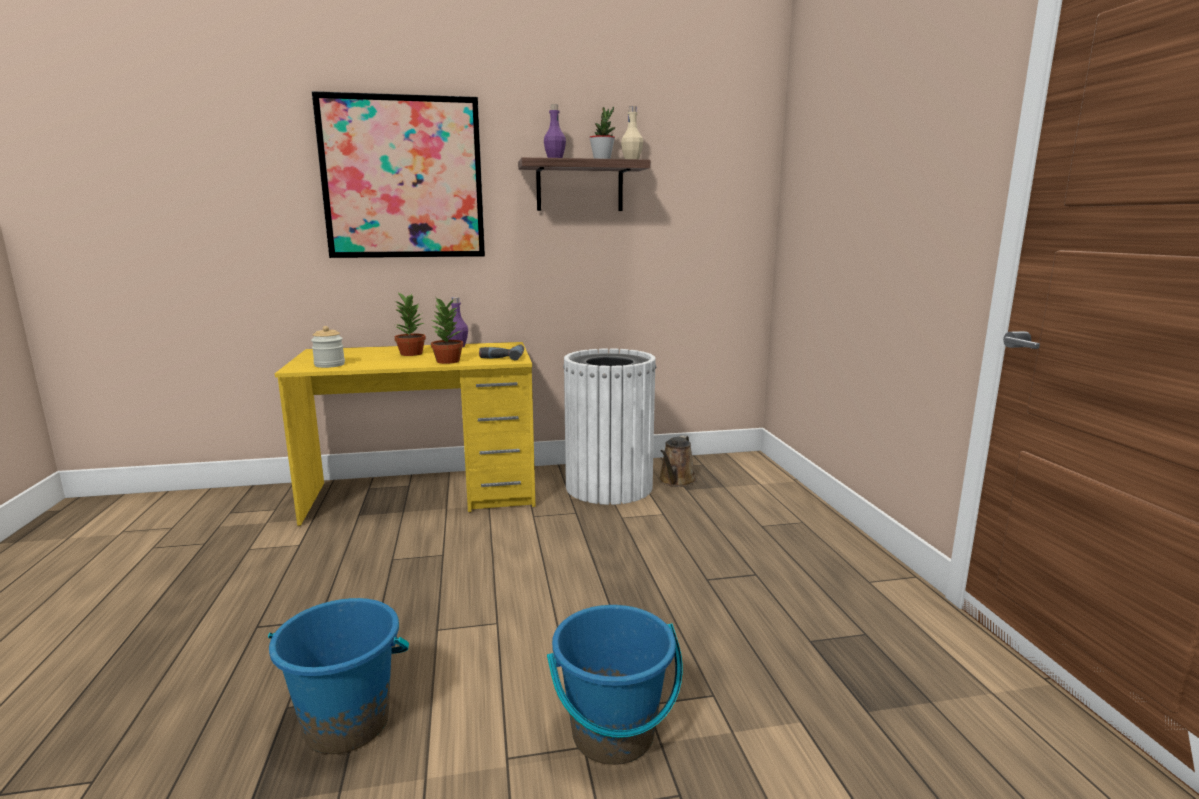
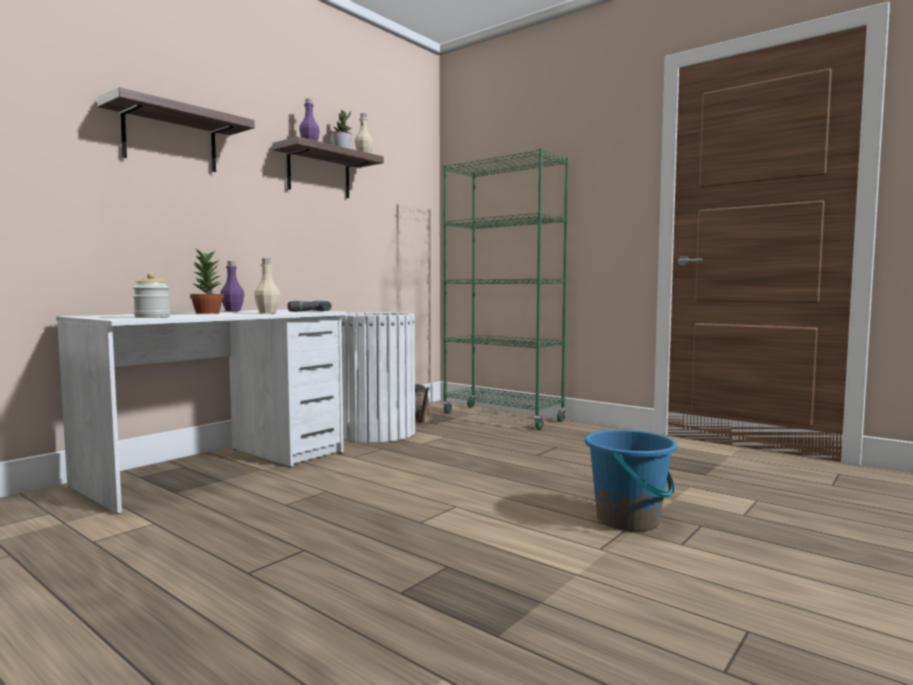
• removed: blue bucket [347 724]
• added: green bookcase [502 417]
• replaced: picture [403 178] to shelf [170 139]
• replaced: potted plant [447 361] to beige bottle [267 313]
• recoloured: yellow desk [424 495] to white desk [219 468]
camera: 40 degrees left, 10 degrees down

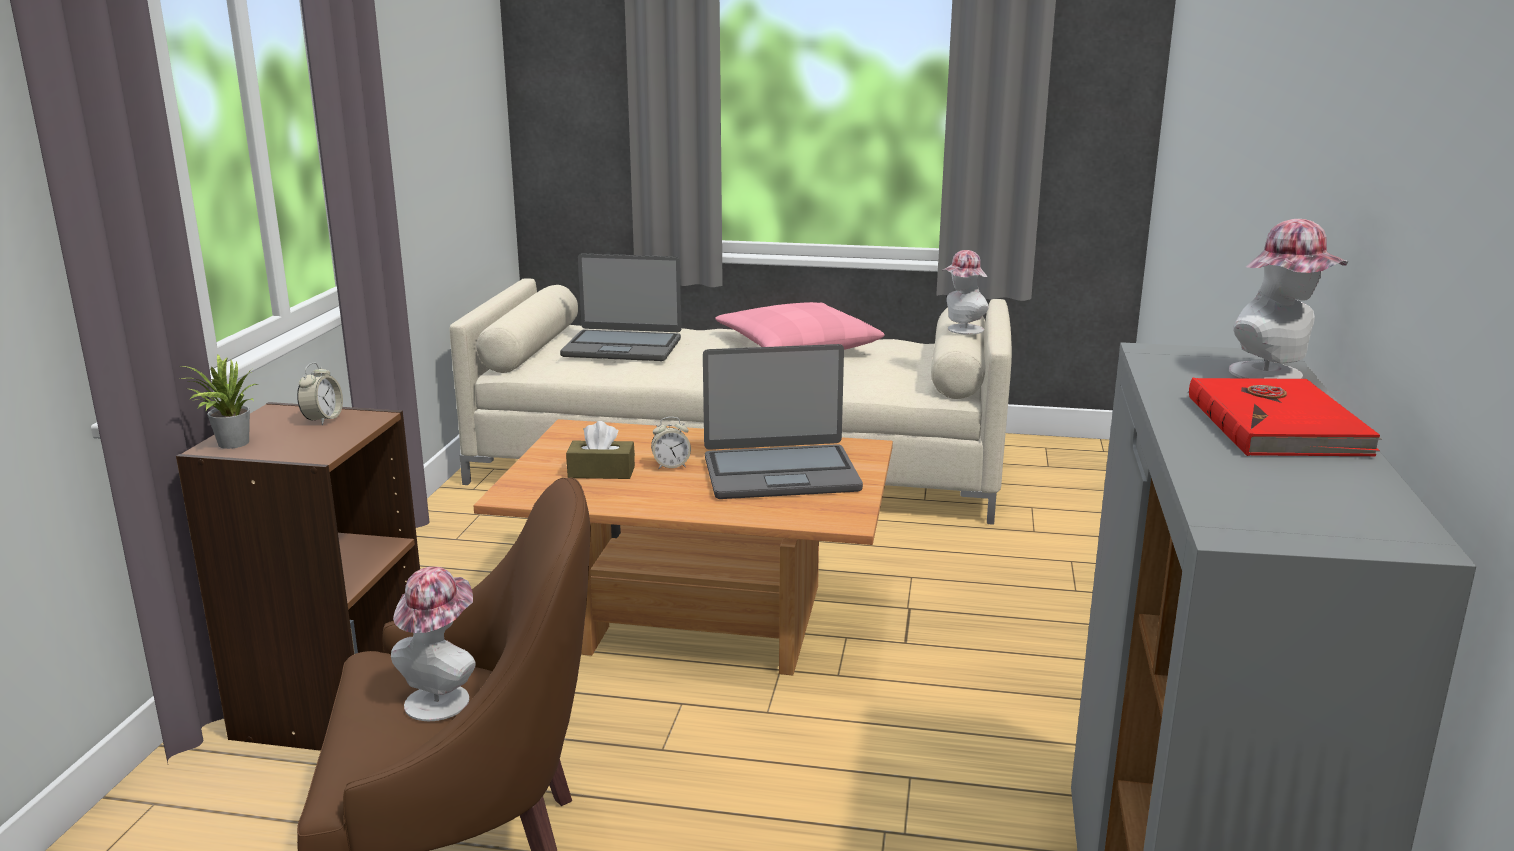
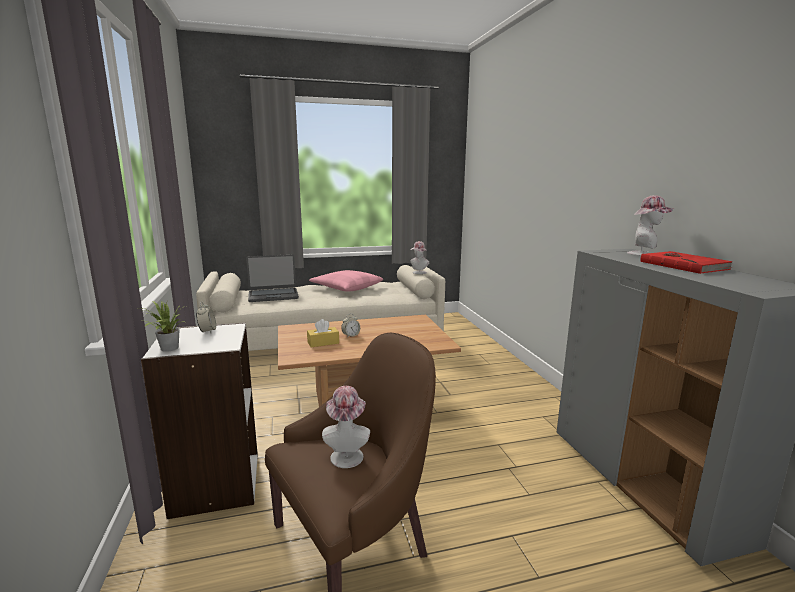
• removed: laptop [780 473]
• recoloured: brown bookcase [332 704] to white bookcase [215 484]
• recoloured: brown tissue box [601 472] to yellow tissue box [323 342]
camera: 25 degrees left, 5 degrees down

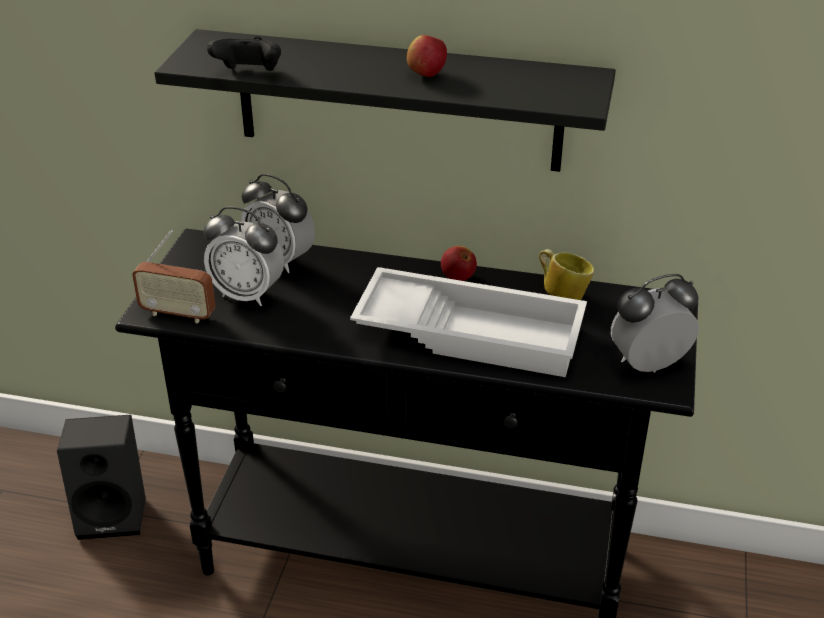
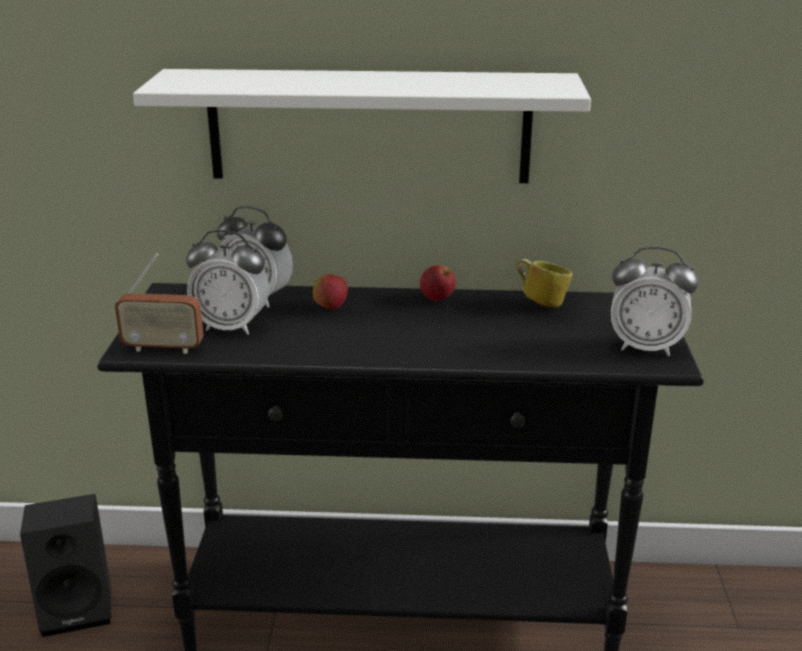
• removed: black game controller [249 74]
• removed: white tray [471 331]
• moved: apple [426 74] to [330 307]
• recoloured: black shelf [398 101] to white shelf [369 126]
• turned: alarm clock [648 364] = [645 347] 135 degrees counterclockwise
camera: 10 degrees left, 10 degrees down

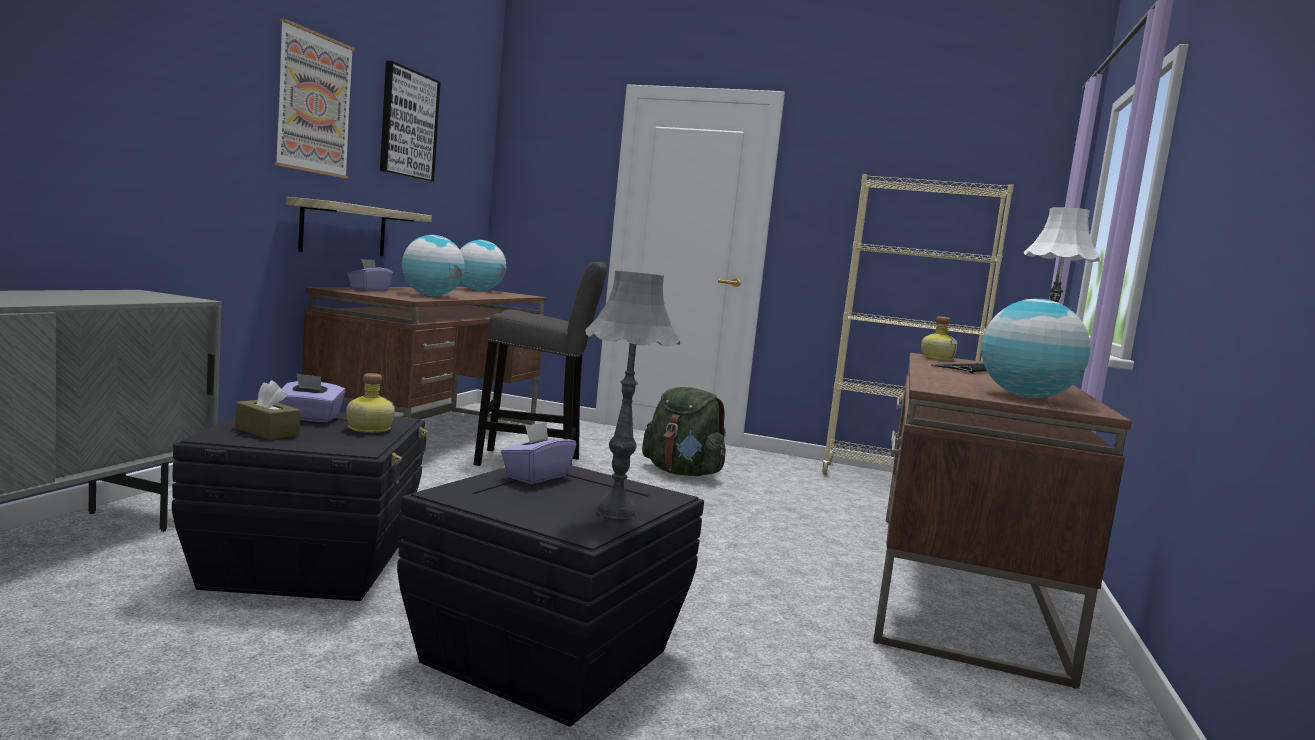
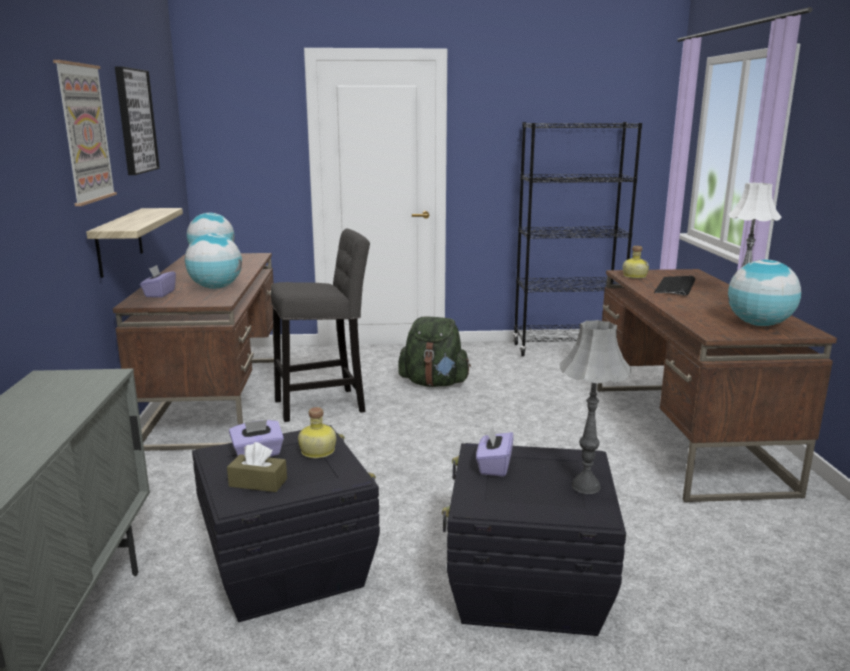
• recoloured: beige bookcase [891 480] to black bookcase [566 349]
camera: 20 degrees left, 10 degrees up

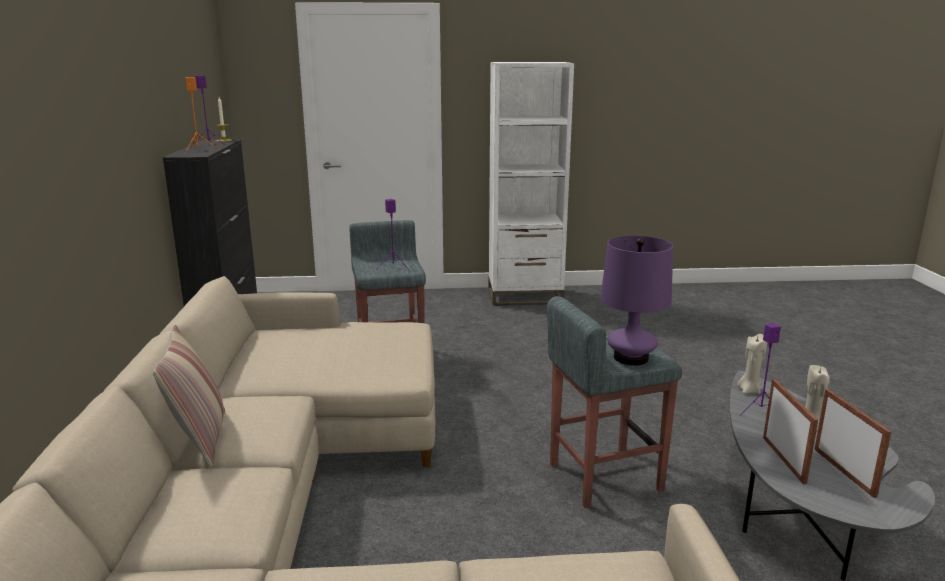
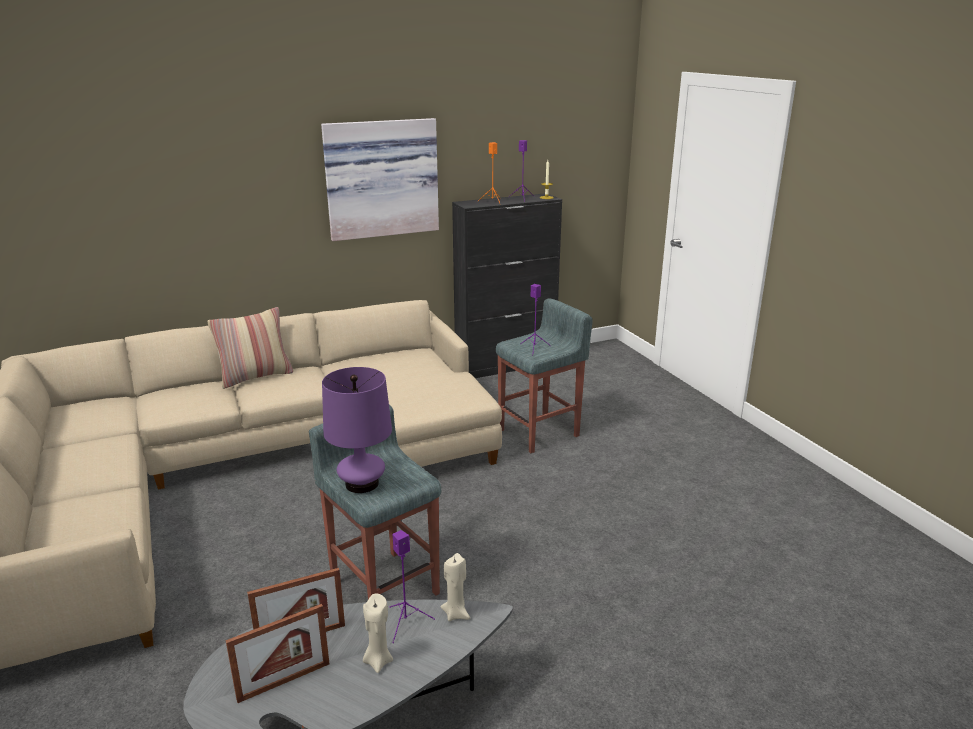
• removed: white bookcase [525 296]
• added: picture [381 178]
camera: 70 degrees right, 5 degrees up

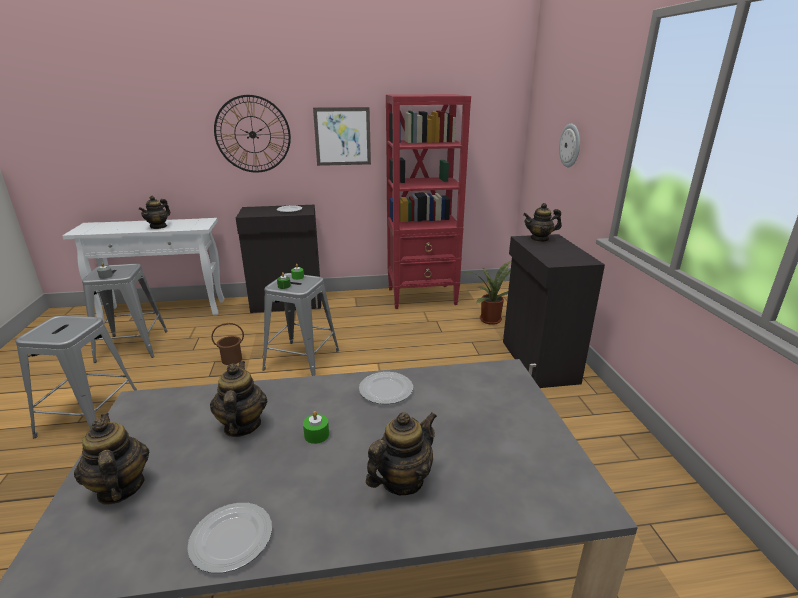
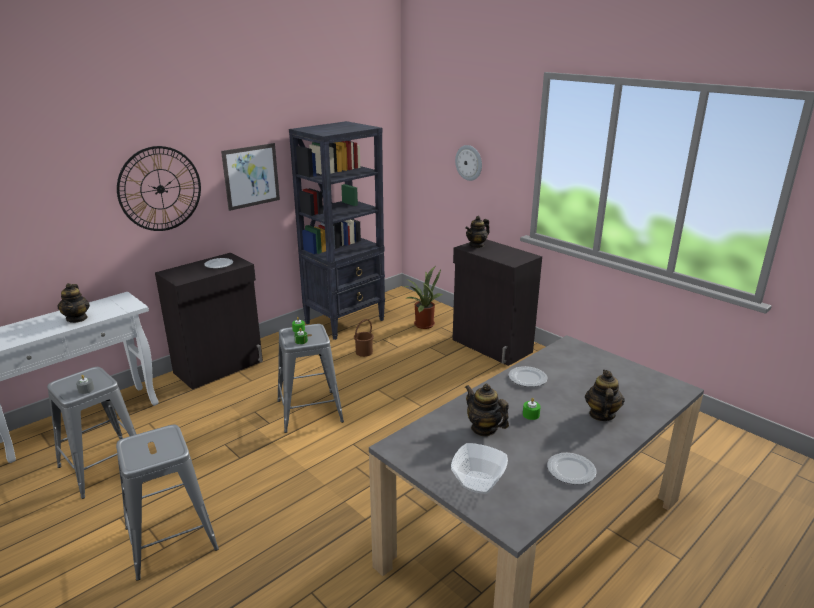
• moved: brown bucket [231 359] to [363 352]
• replaced: teapot [120 488] to bowl [478 483]
• recoloured: red bookcase [422 297] to black bookcase [345 321]
camera: 35 degrees left, 0 degrees up

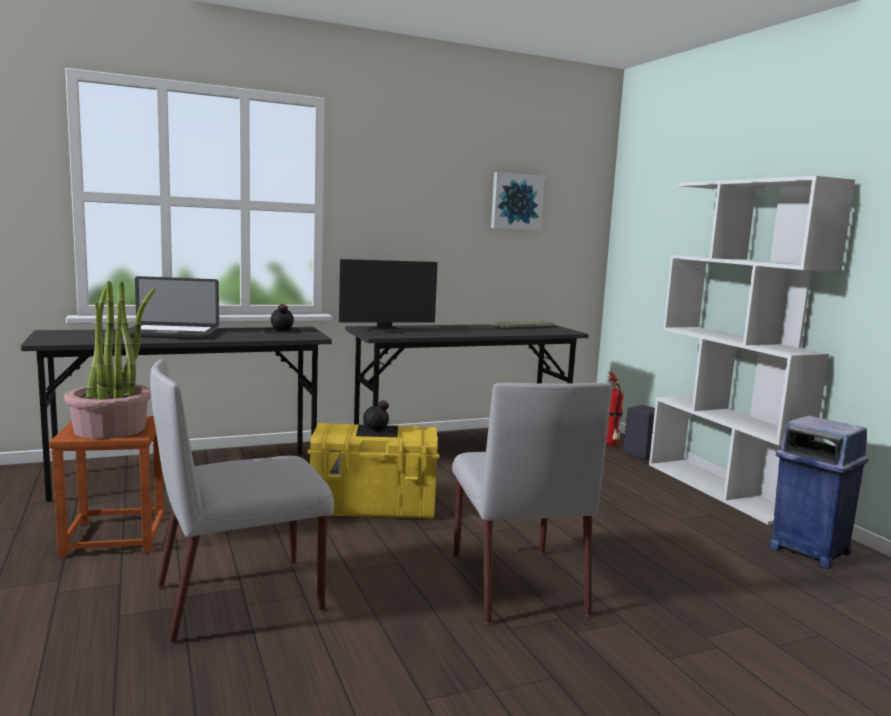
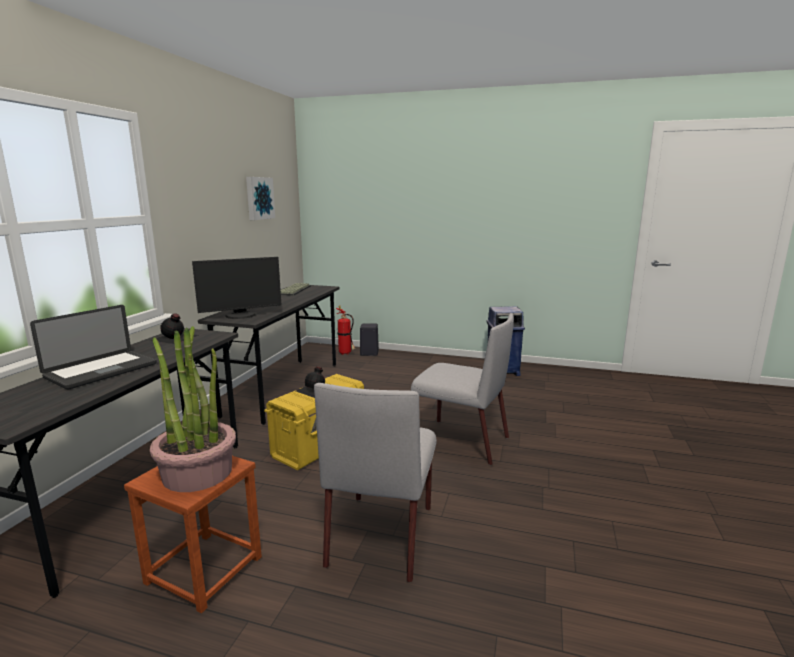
• removed: white bookcase [721 489]
• turned: monitor [386 331] = [241 315] 45 degrees clockwise
camera: 50 degrees left, 5 degrees up

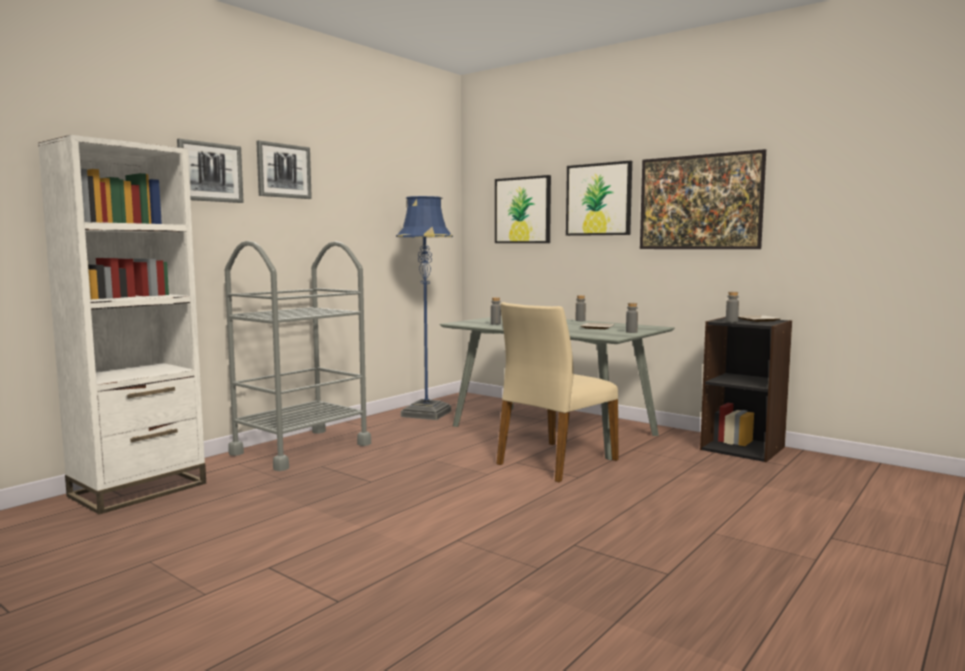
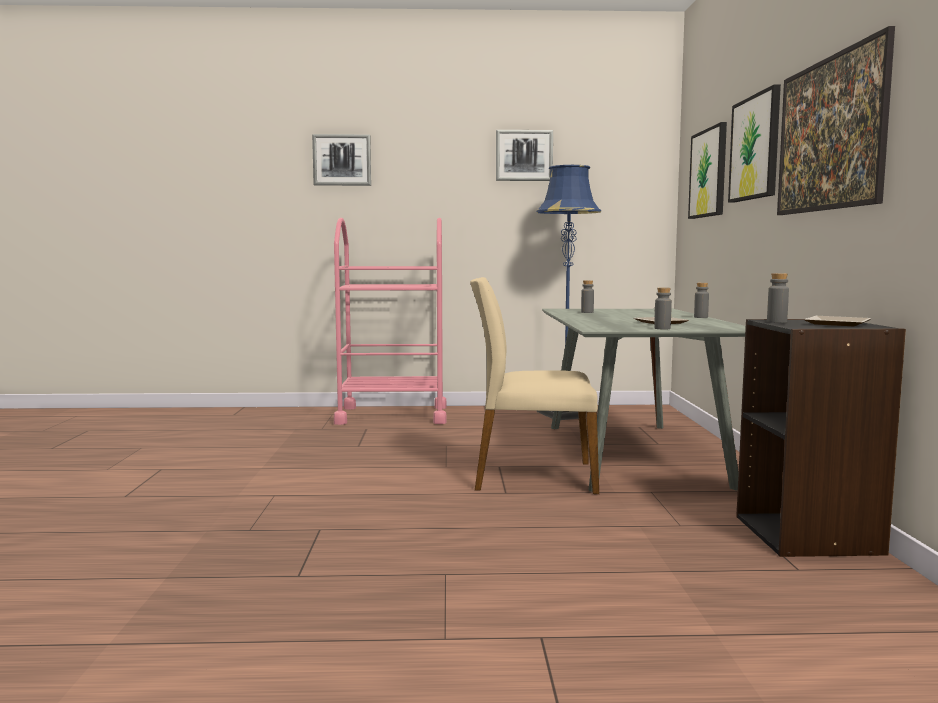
• removed: white bookcase [138 490]
• moved: picture [283 171] to [524 155]
• recoloured: grey cart [301 449] to pink cart [392 415]
camera: 50 degrees right, 0 degrees up

